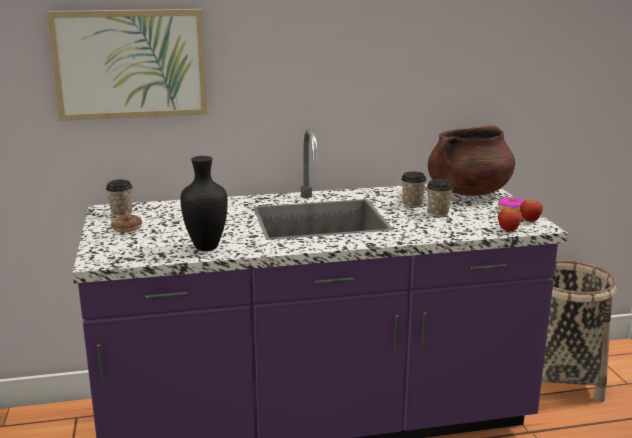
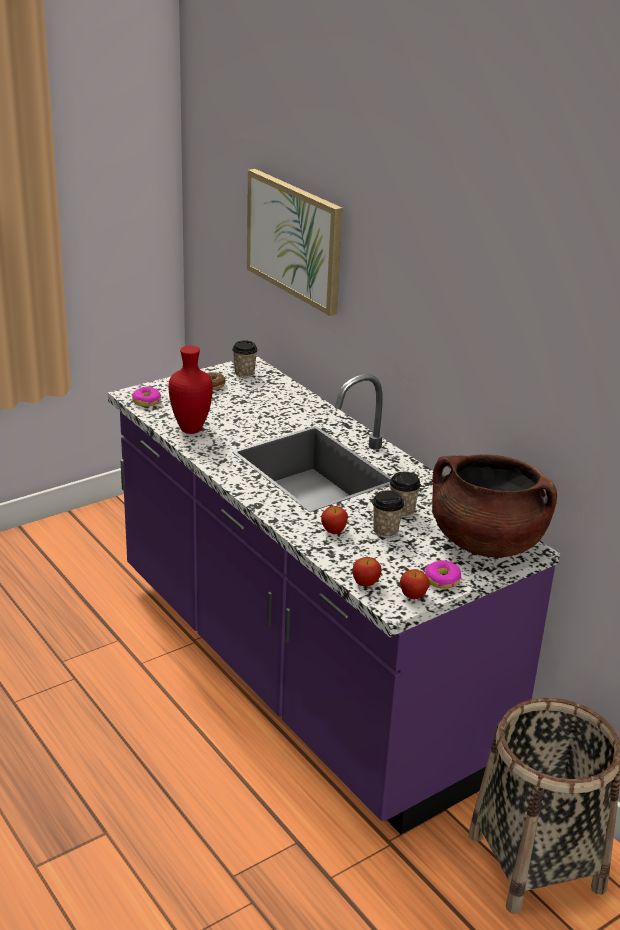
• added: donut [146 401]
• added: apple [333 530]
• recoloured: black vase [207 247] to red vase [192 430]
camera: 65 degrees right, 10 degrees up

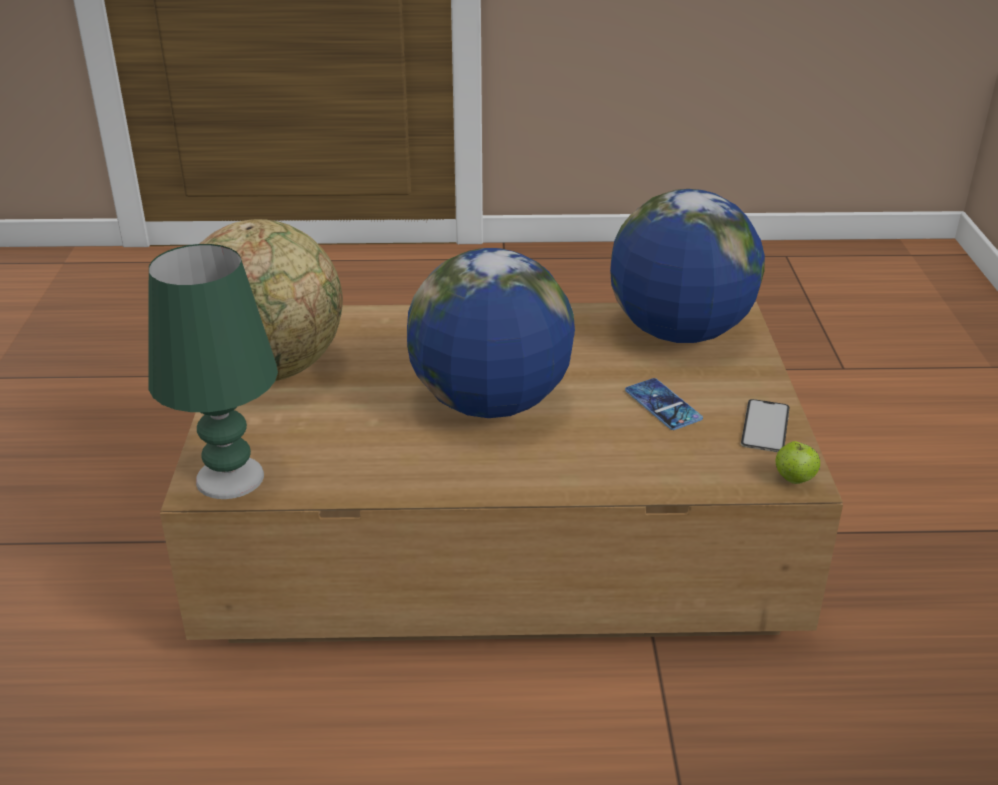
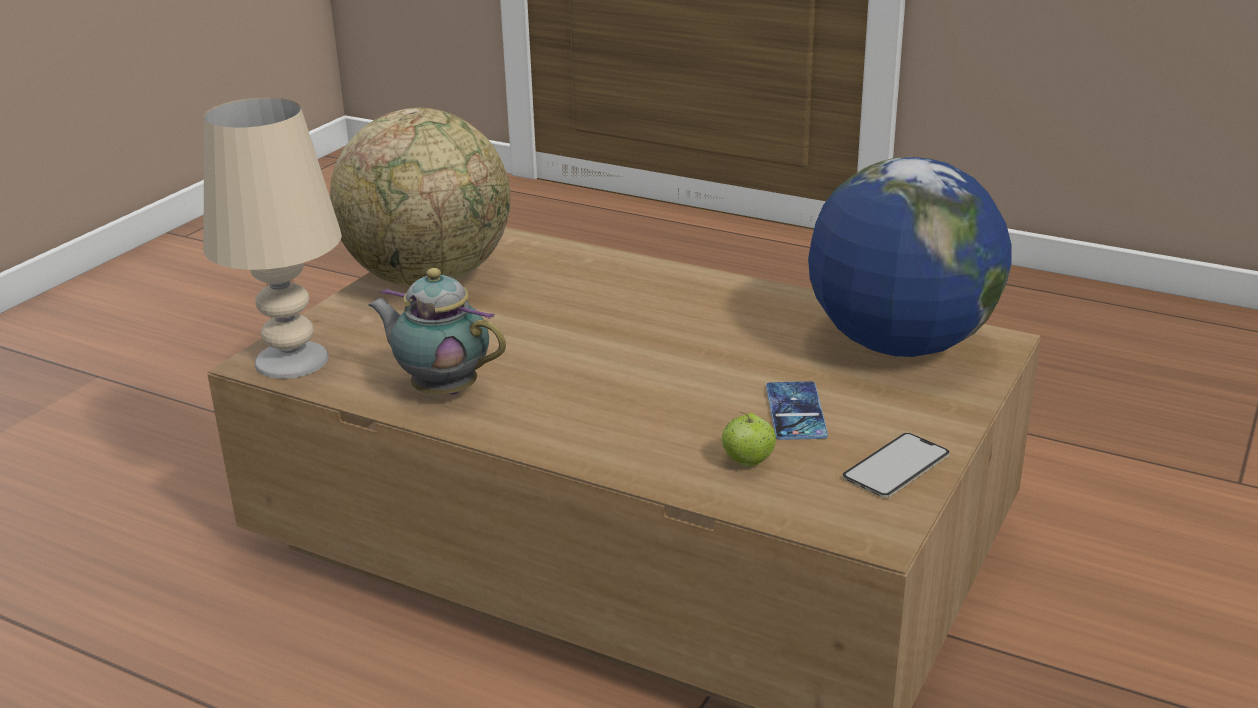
• removed: globe [490 404]
• added: teapot [441 390]
• moved: apple [794 479] to [748 462]
• recoloured: green table lamp [230 478] to beige table lamp [291 361]
camera: 30 degrees right, 5 degrees down

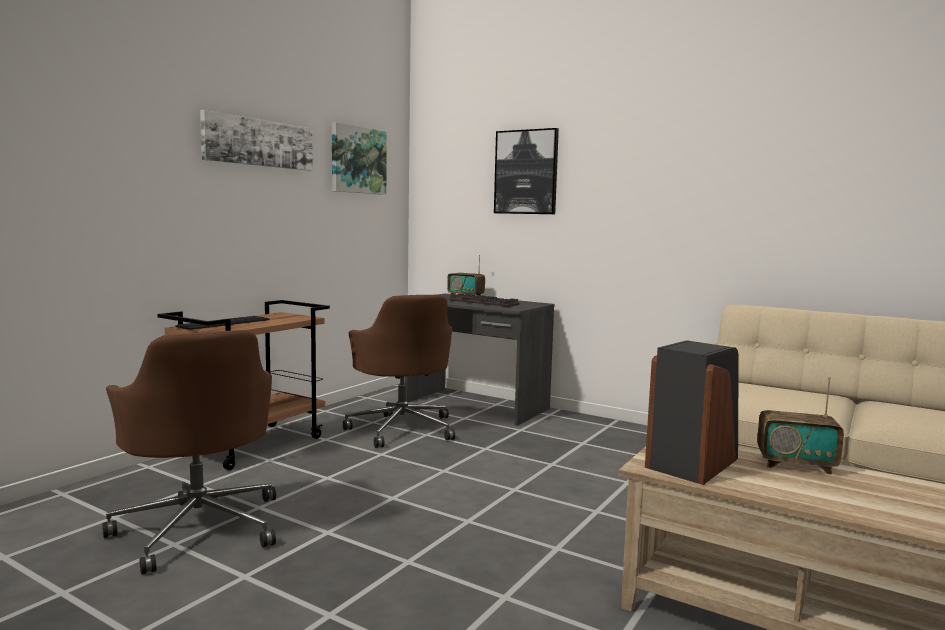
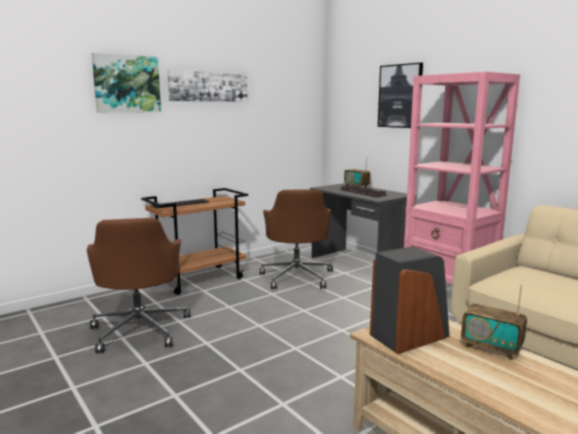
• added: pink bookcase [448 295]
• moved: picture [357 160] to [127 84]
camera: 20 degrees right, 5 degrees up

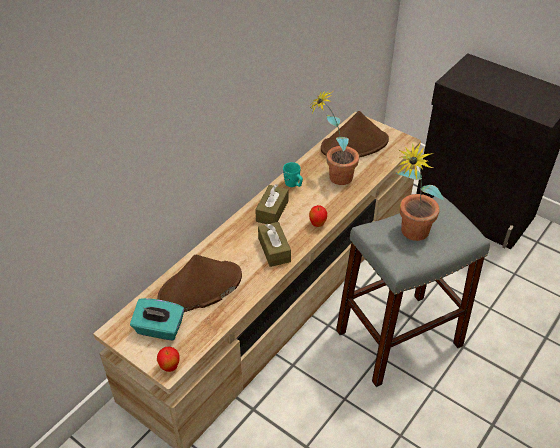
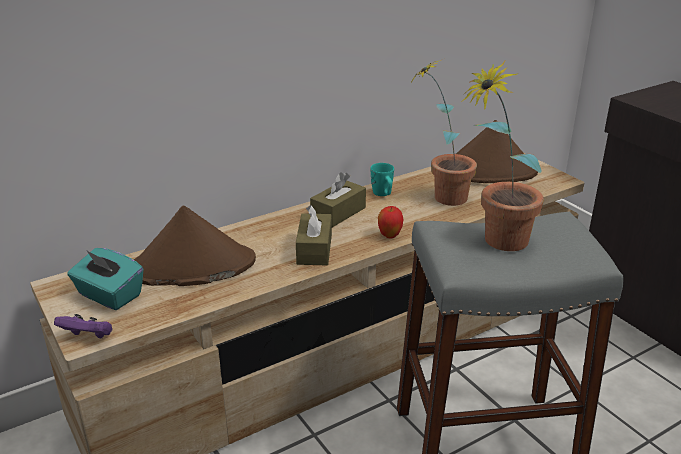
• replaced: apple [170 367] to purple game controller [88 337]
camera: 20 degrees right, 15 degrees down

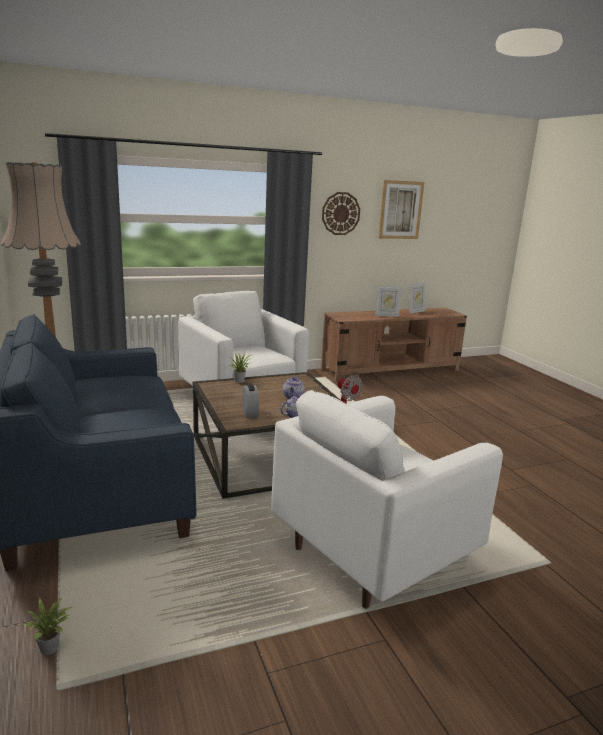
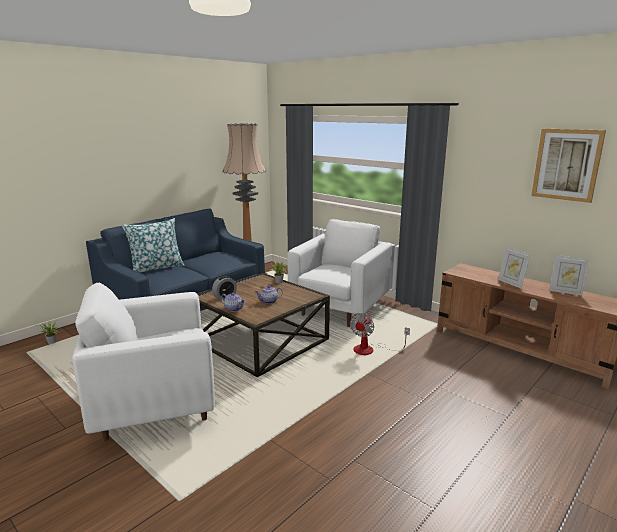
• removed: wall clock [340 213]
• added: pillow [156 268]
• turned: white armchair [374 553] = [156 406] 45 degrees counterclockwise
camera: 65 degrees right, 0 degrees up

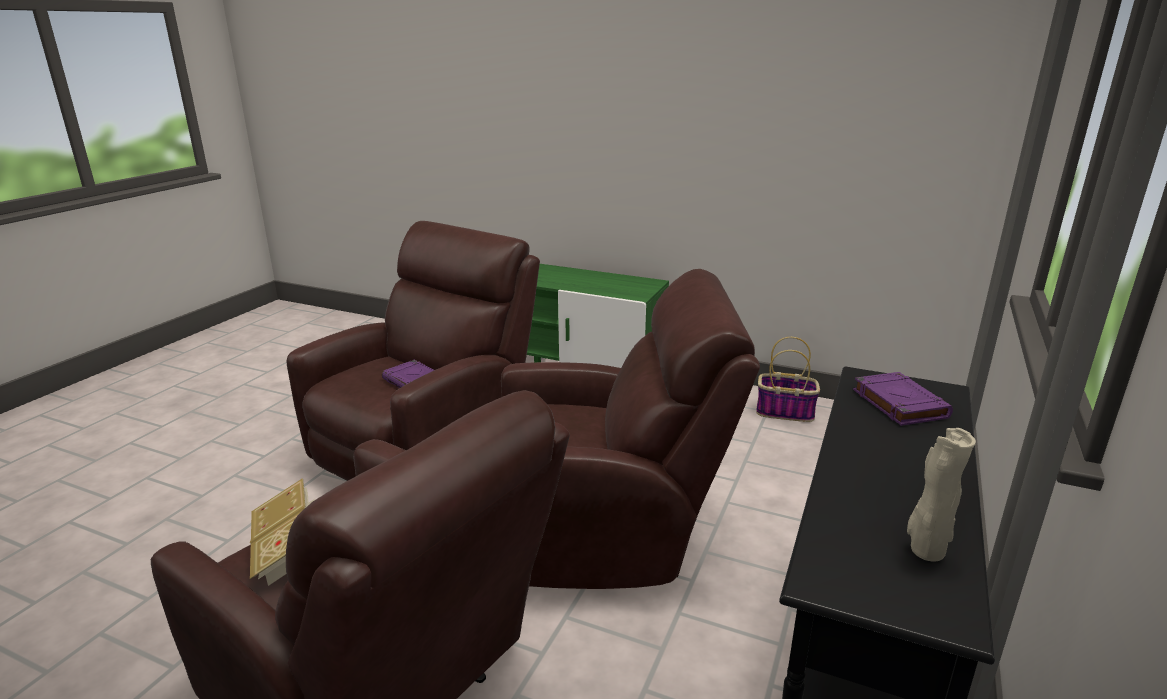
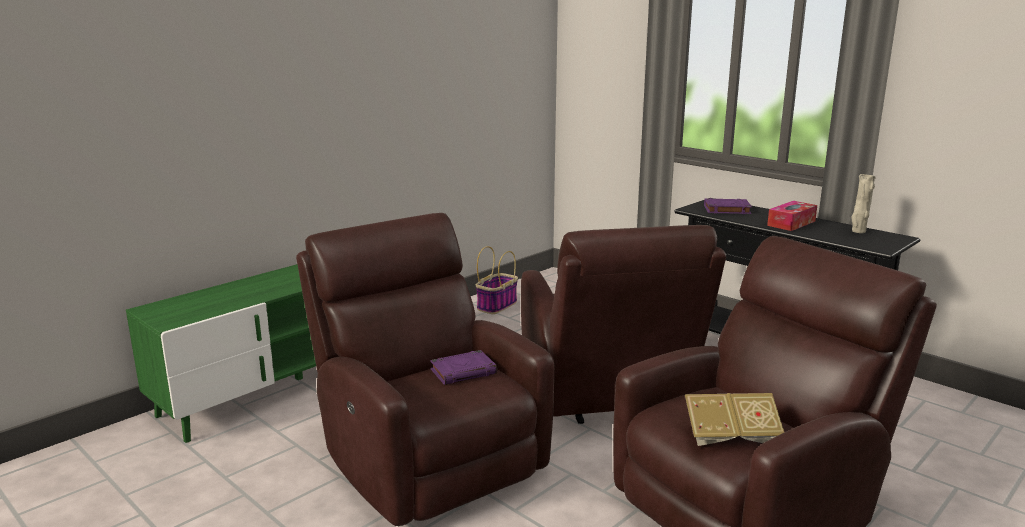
• added: tissue box [791 223]
• turned: brown armchair [604 532] = [607 397] 150 degrees clockwise
camera: 70 degrees left, 5 degrees down

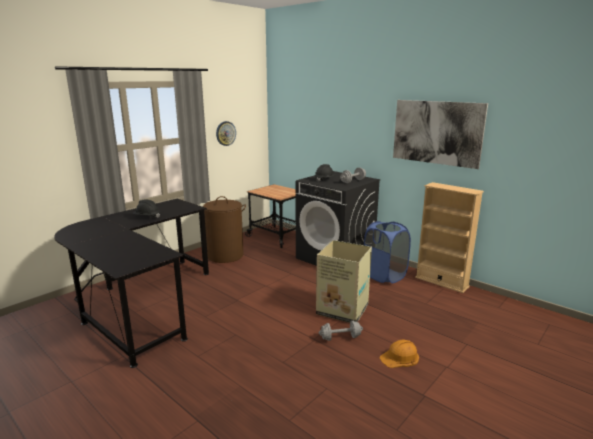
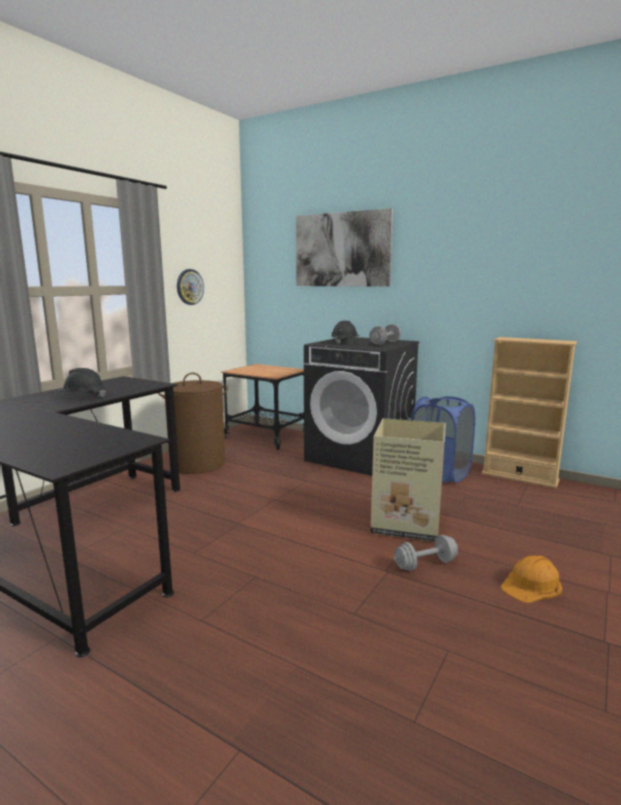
• moved: picture [436 132] to [341 250]
camera: 10 degrees left, 5 degrees down

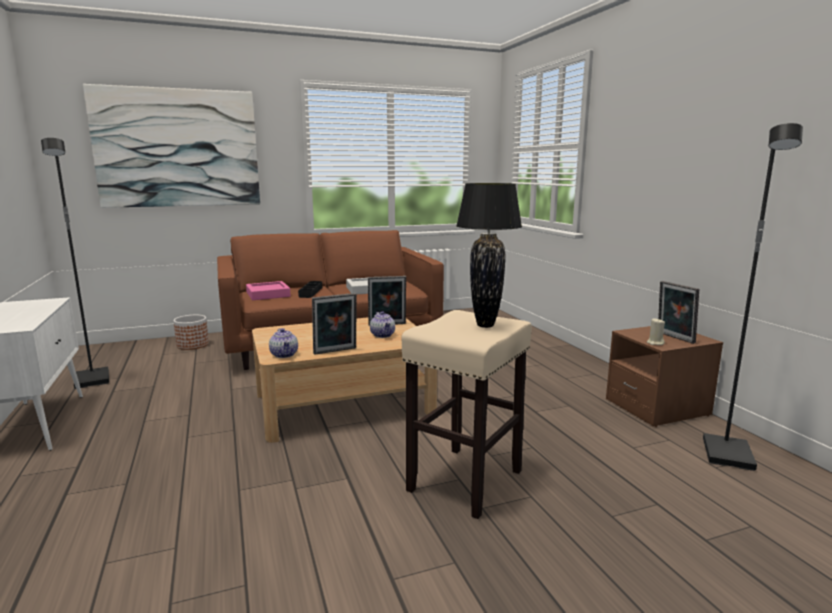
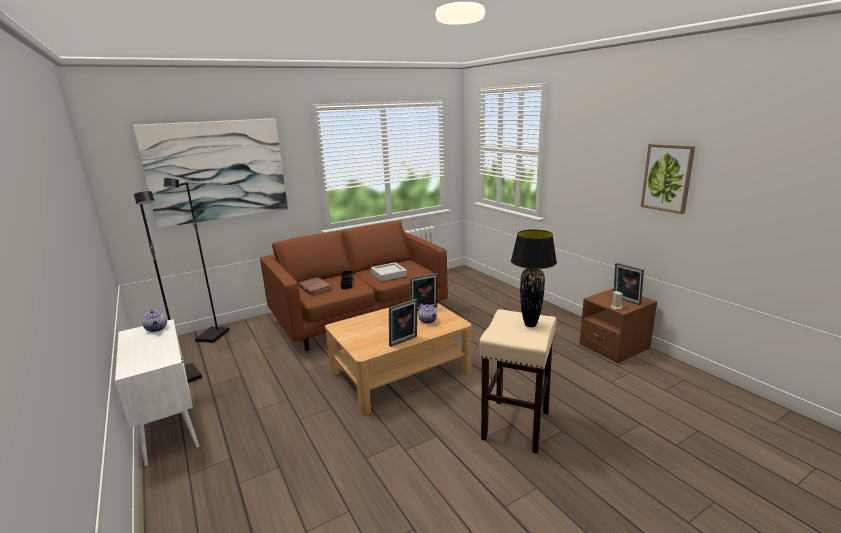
• removed: planter [193 345]
• added: picture [667 178]
• moved: teapot [284 355] to [157 329]
• moved: black floor lamp [729 455] to [213 336]
• replaced: pink tray [268 294] to brown book [315 288]
camera: 10 degrees left, 5 degrees up

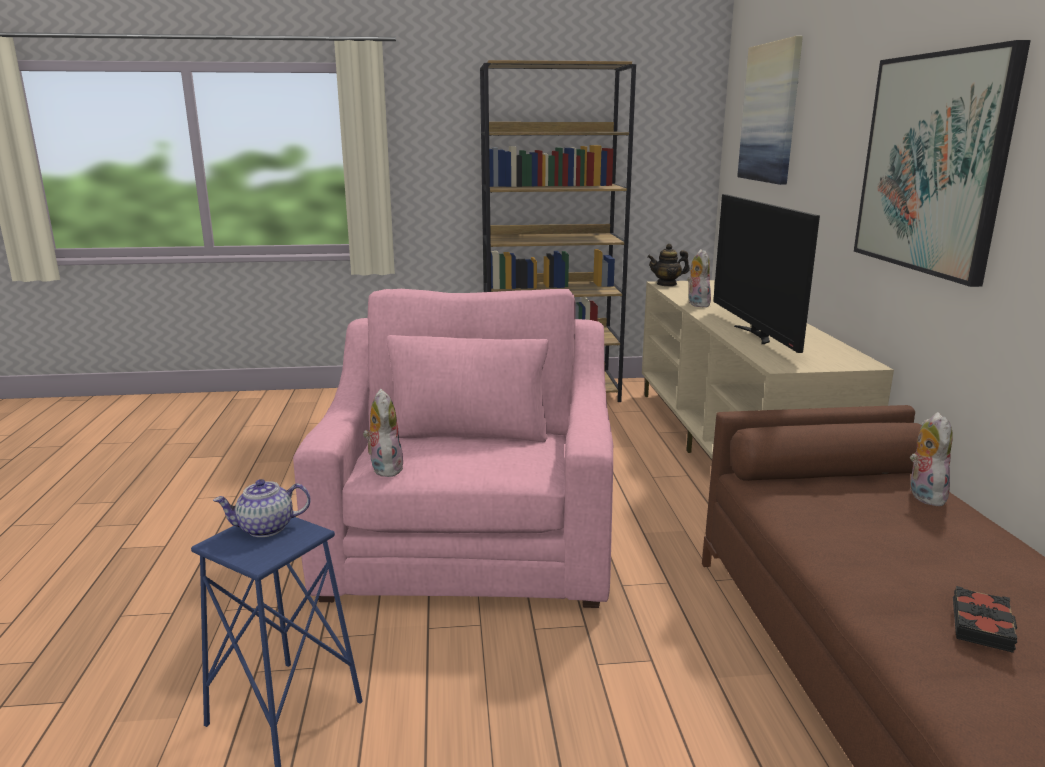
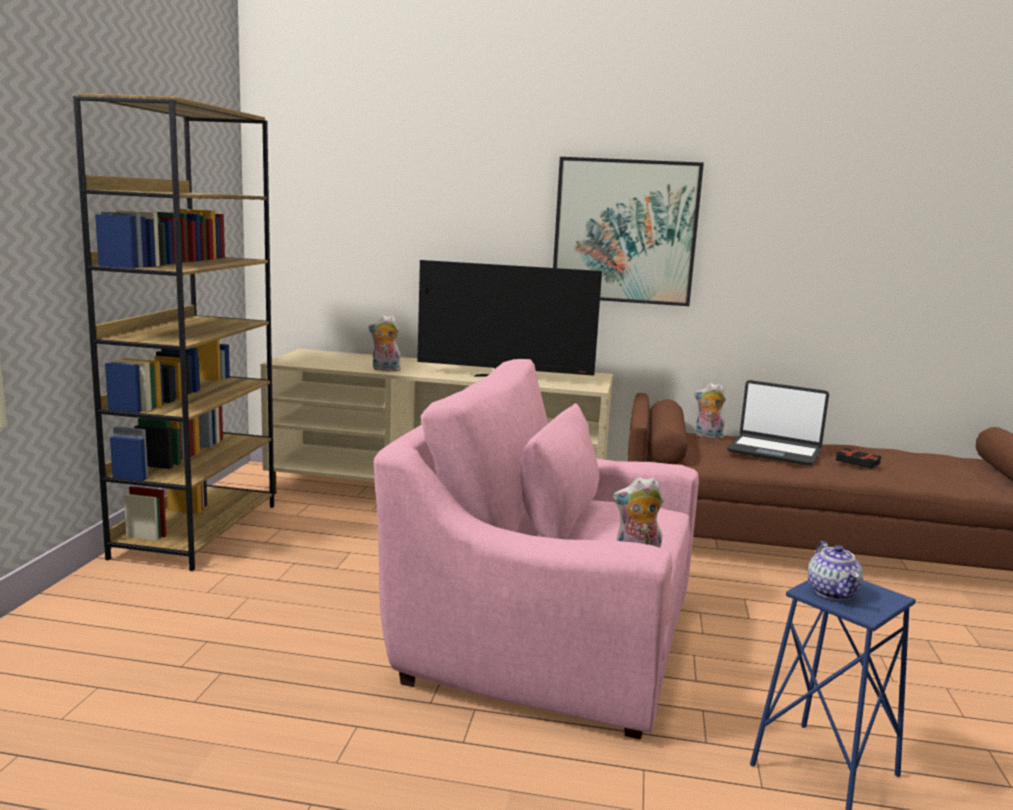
• removed: teapot [667 284]
• removed: picture [770 113]
• added: laptop [774 451]
camera: 75 degrees left, 5 degrees down

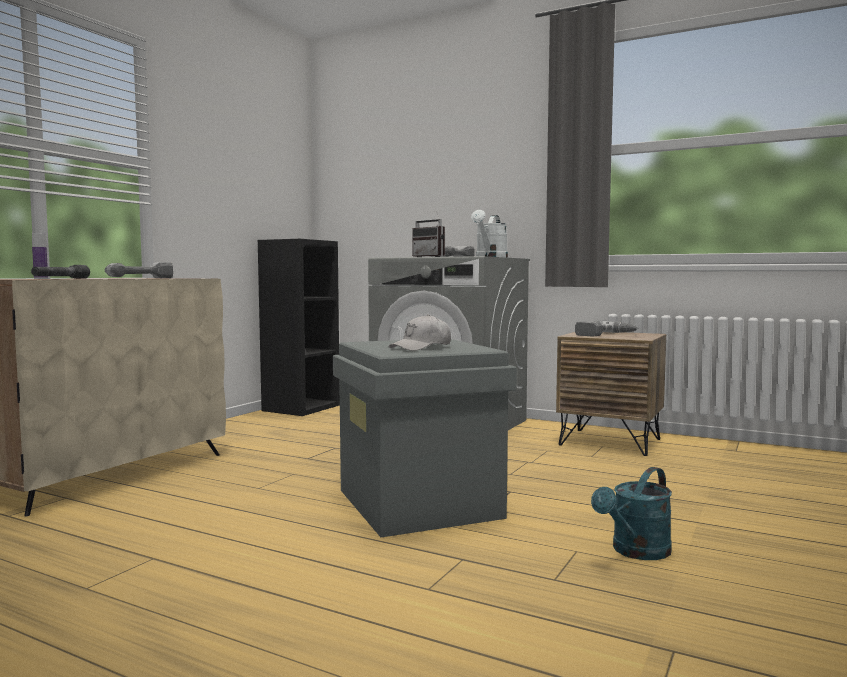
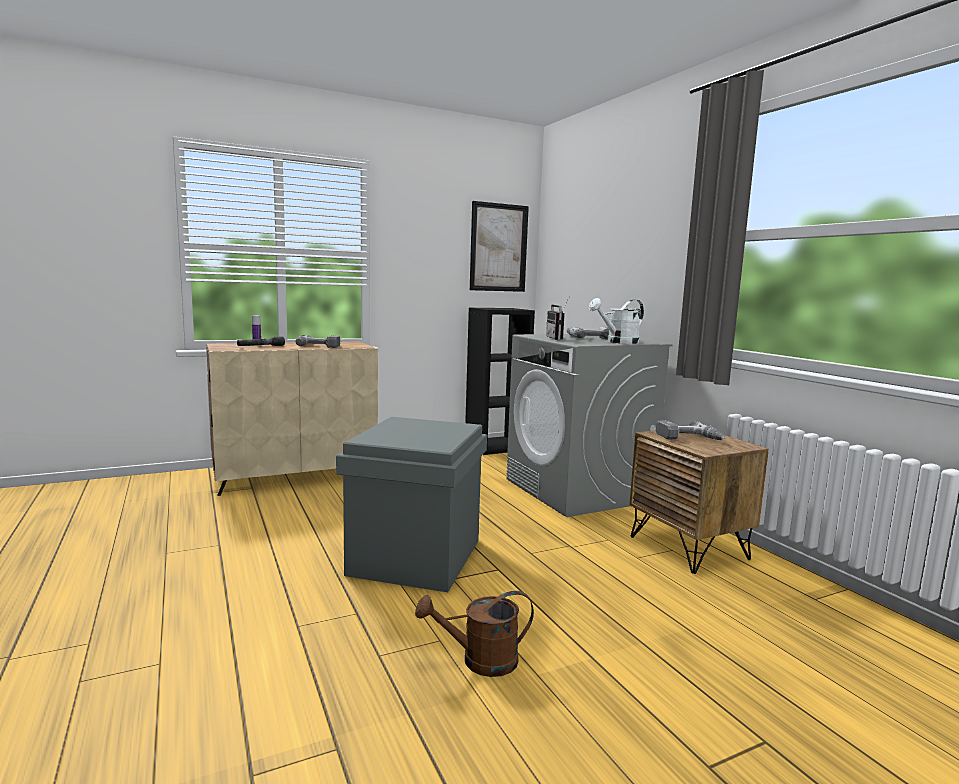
• removed: white cap [421 347]
• added: picture [498 247]
• recoloured: turquoise watering can [636 552] to brown watering can [479 661]
camera: 35 degrees right, 5 degrees up

